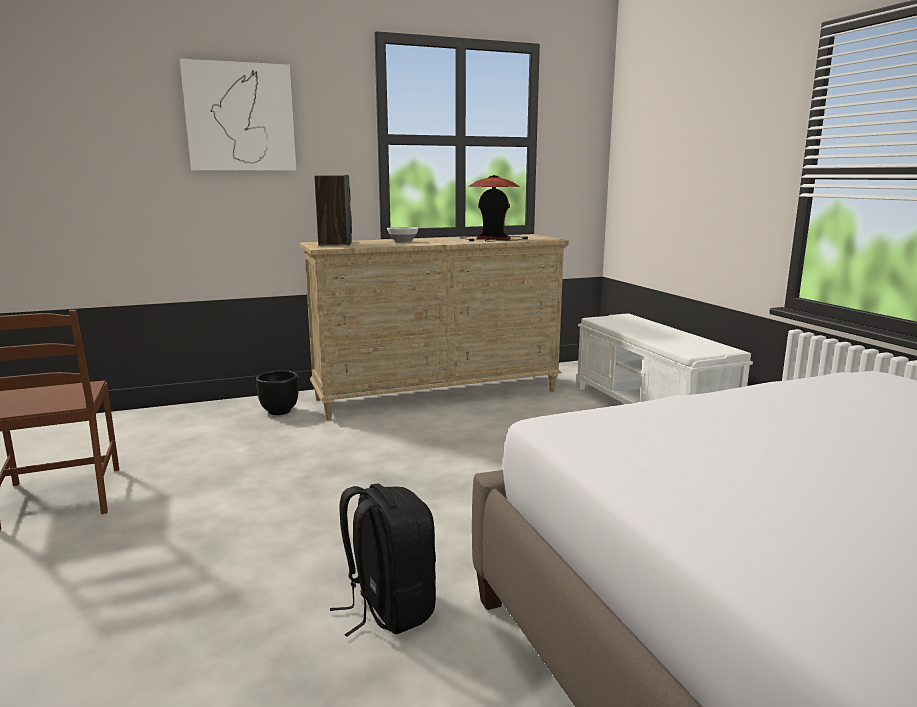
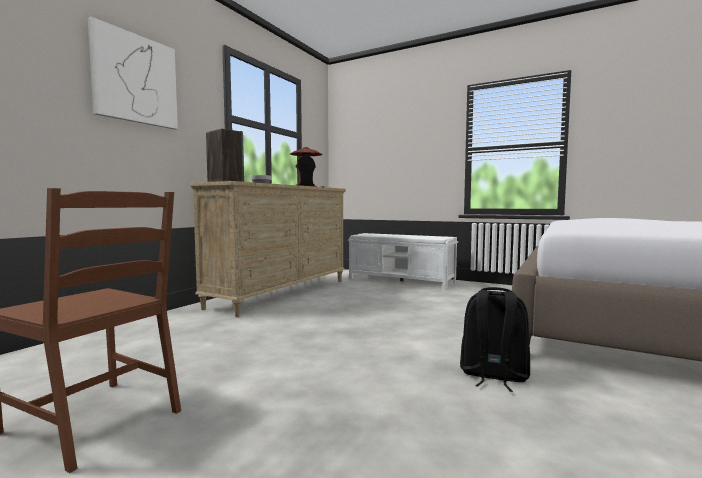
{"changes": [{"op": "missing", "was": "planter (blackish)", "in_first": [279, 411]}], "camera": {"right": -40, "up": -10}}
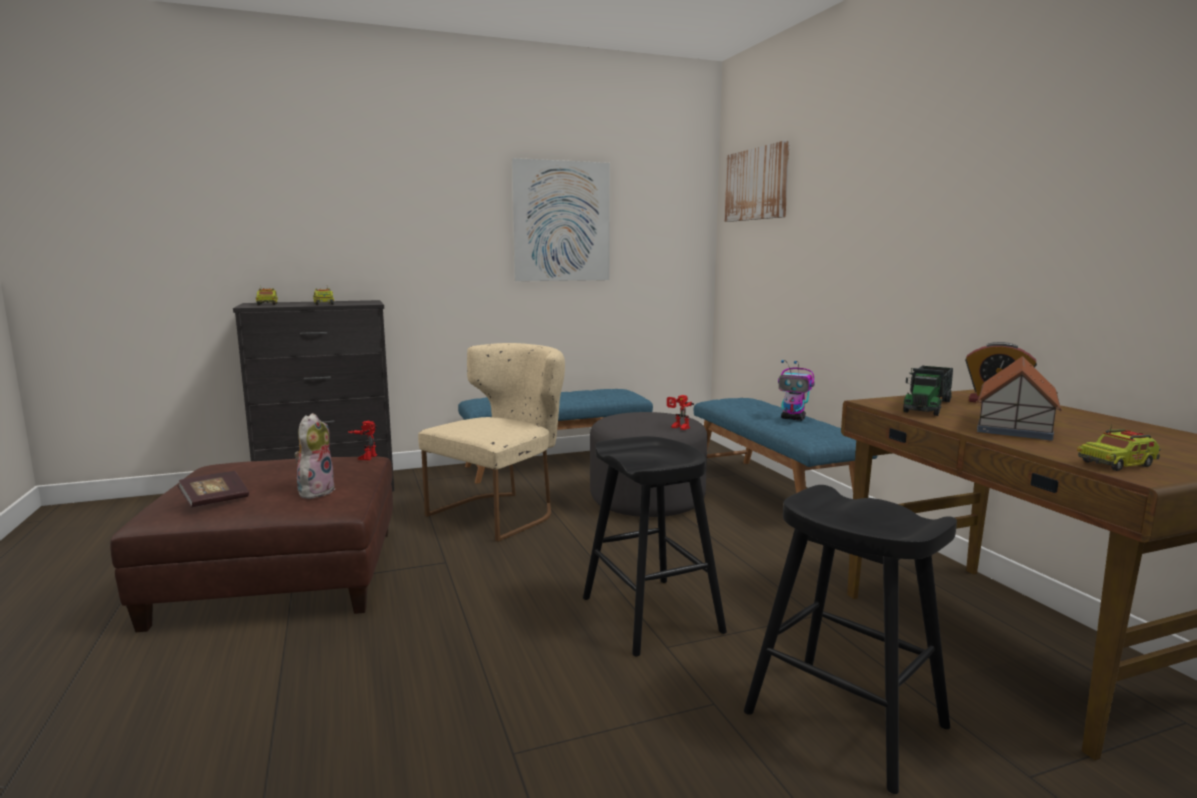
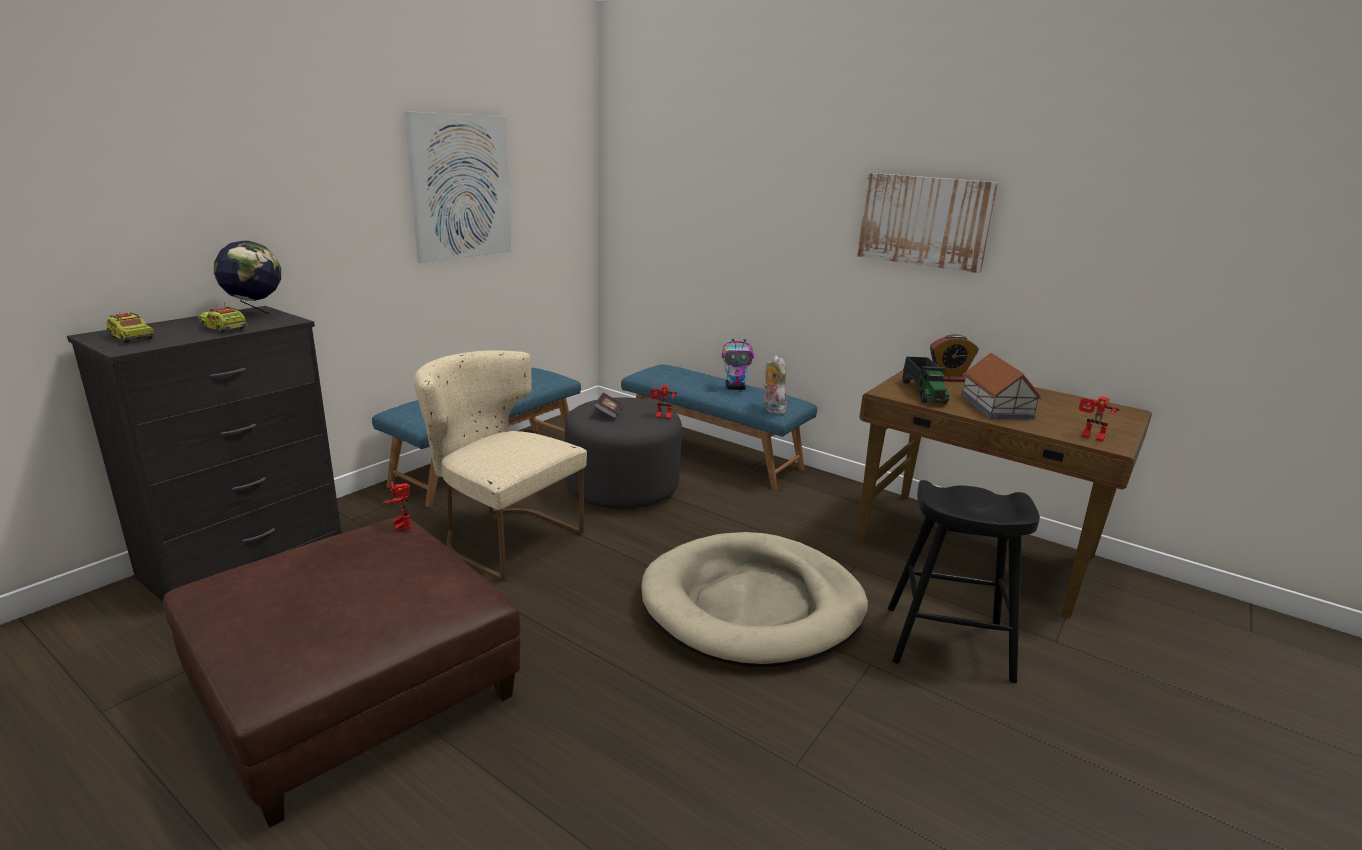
{"changes": [{"op": "relocated", "was": "wall art", "in_first": [757, 184], "in_second": [924, 221]}, {"op": "spun", "was": "plain chair (sand-coloured)", "in_first": [502, 512], "in_second": [502, 536], "clockwise": -60}, {"op": "relocated", "was": "plush toy", "in_first": [315, 491], "in_second": [771, 409]}, {"op": "exchanged", "was": "toy truck", "now": "toy robot", "in_first": [1117, 464], "in_second": [1090, 437]}, {"op": "exchanged", "was": "stool (blackish)", "now": "pet bed (sand-coloured)", "in_first": [651, 614], "in_second": [753, 605]}, {"op": "relocated", "was": "book", "in_first": [215, 500], "in_second": [608, 413]}, {"op": "appeared", "now": "desk globe", "in_second": [256, 315]}], "camera": {"right": -35, "up": 10}}
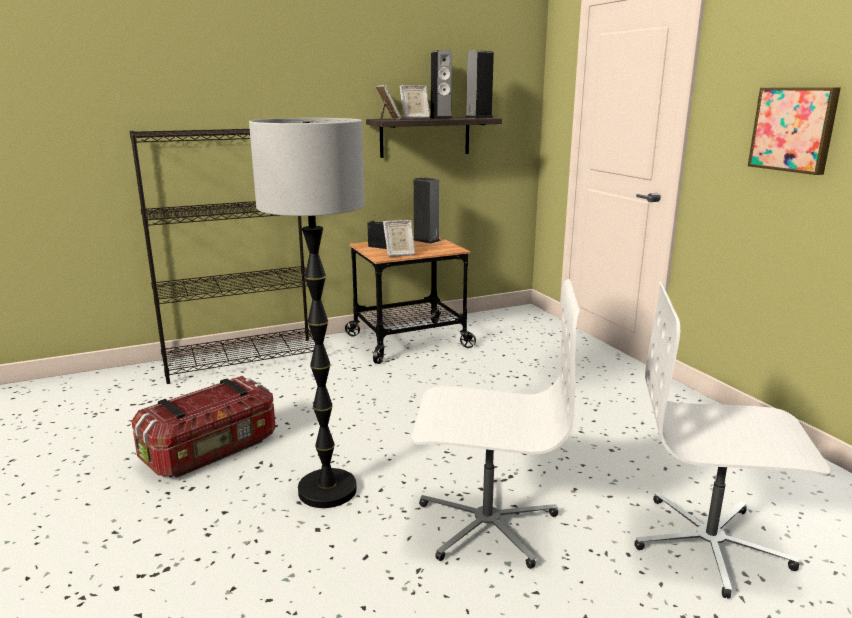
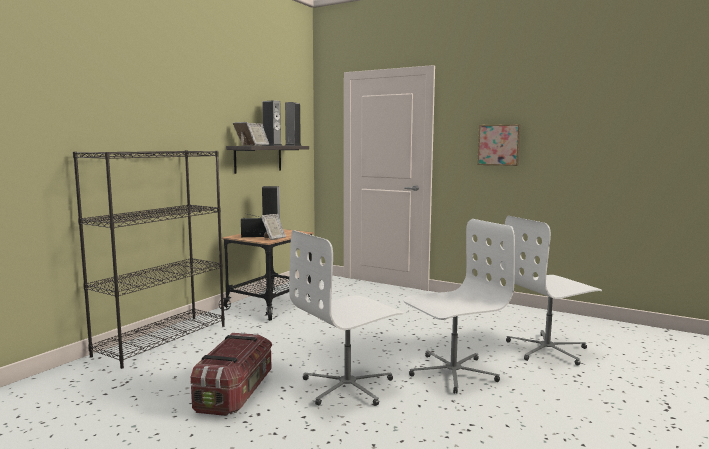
{"changes": [{"op": "exchanged", "was": "standing lamp", "now": "office chair (whitish)", "in_first": [327, 490], "in_second": [348, 386]}], "camera": {"right": -35, "up": -10}}
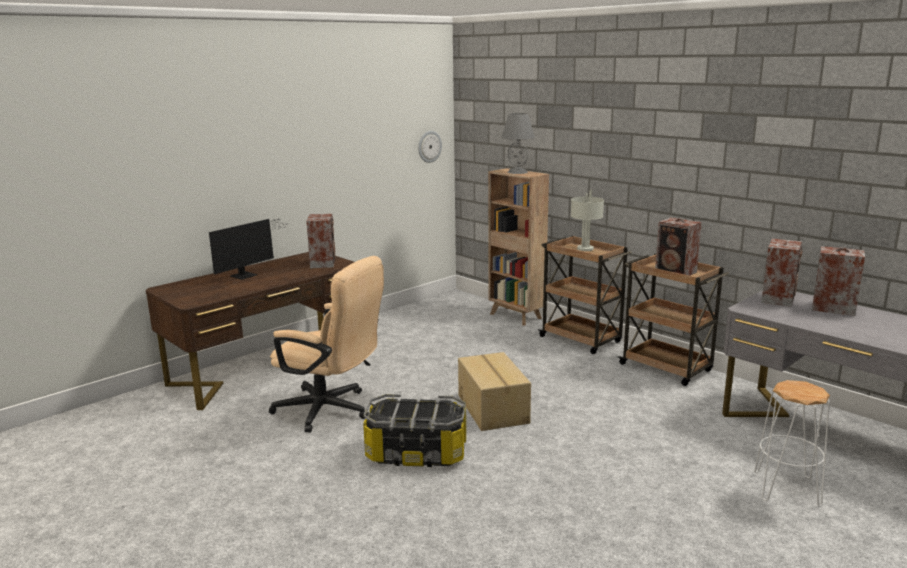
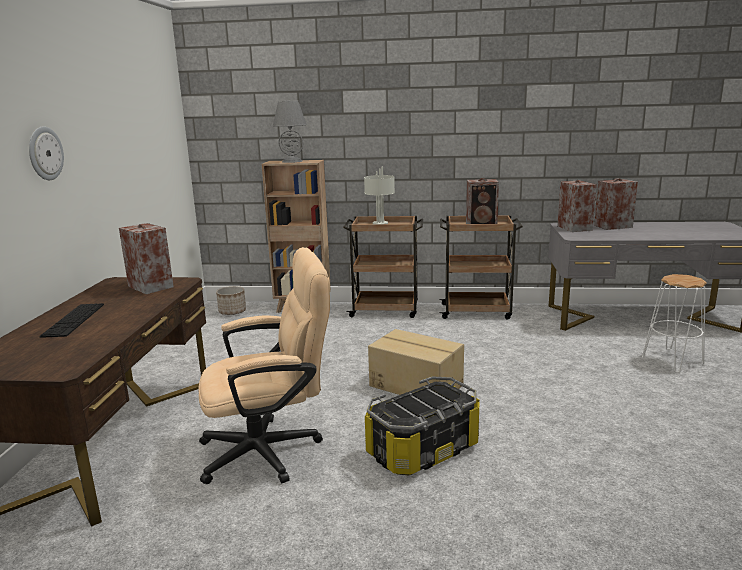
{"changes": [{"op": "relocated", "was": "wall clock", "in_first": [429, 146], "in_second": [45, 153]}, {"op": "exchanged", "was": "computer screen", "now": "keyboard", "in_first": [247, 275], "in_second": [74, 320]}, {"op": "appeared", "now": "planter", "in_second": [232, 312]}], "camera": {"right": -40, "up": 0}}
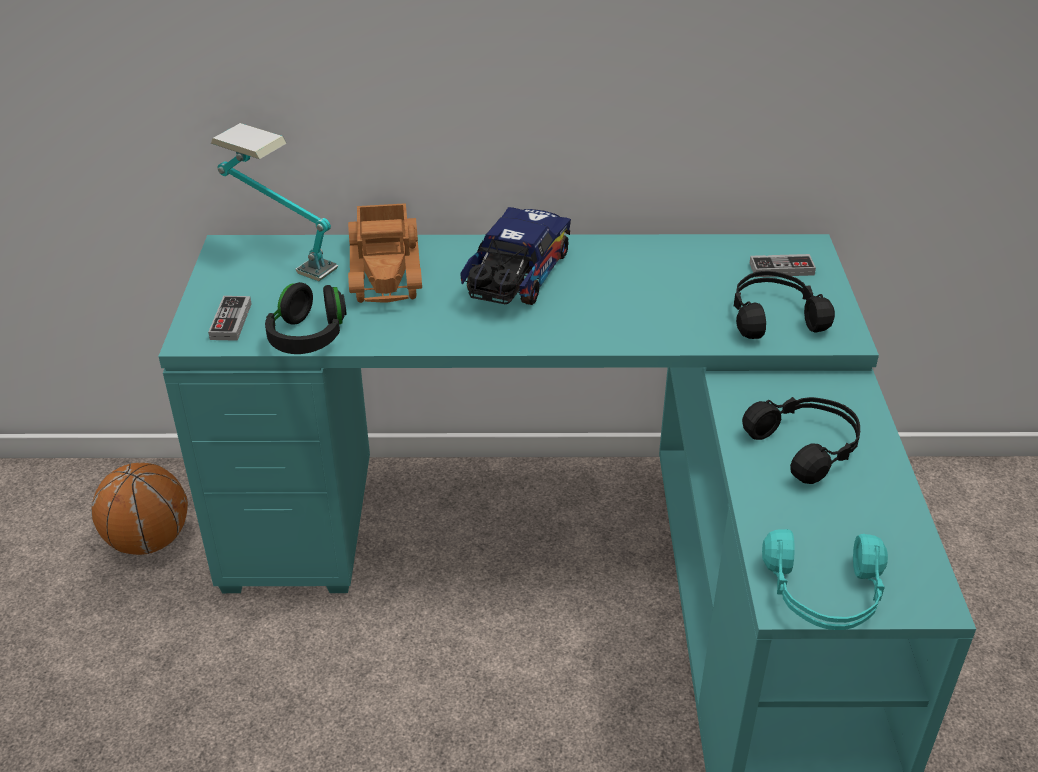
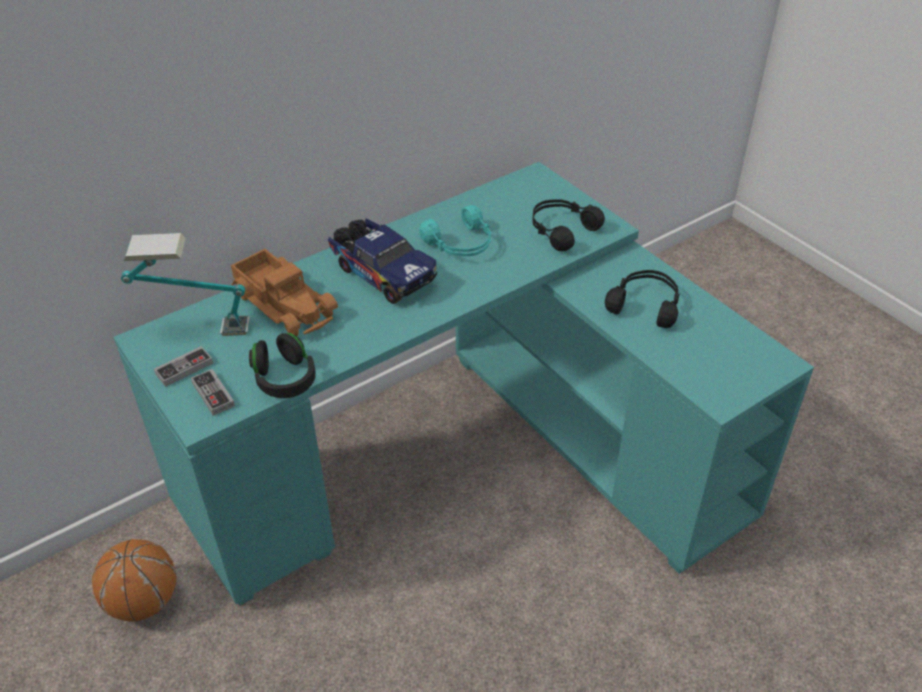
{"changes": [{"op": "spun", "was": "toy truck", "in_first": [515, 279], "in_second": [382, 273], "clockwise": 150}, {"op": "relocated", "was": "game controller", "in_first": [781, 269], "in_second": [184, 368]}, {"op": "relocated", "was": "pair of headphones (blue-green)", "in_first": [824, 595], "in_second": [461, 244]}], "camera": {"right": -35, "up": 5}}
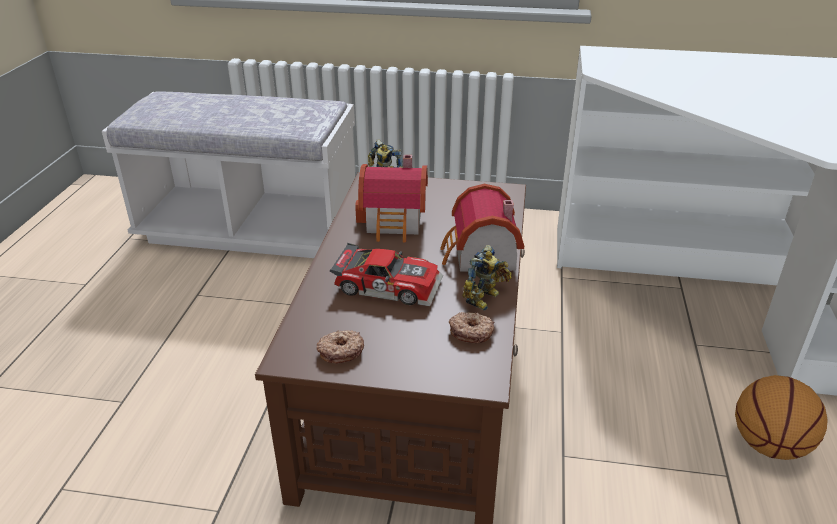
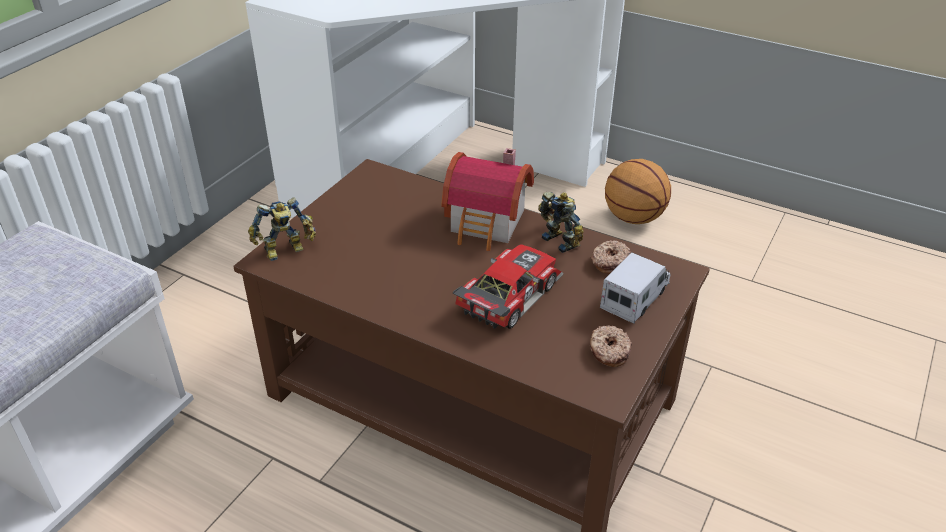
{"changes": [{"op": "missing", "was": "miniature house", "in_first": [396, 222]}, {"op": "appeared", "now": "toy truck", "in_second": [635, 298]}], "camera": {"right": -70, "up": 5}}
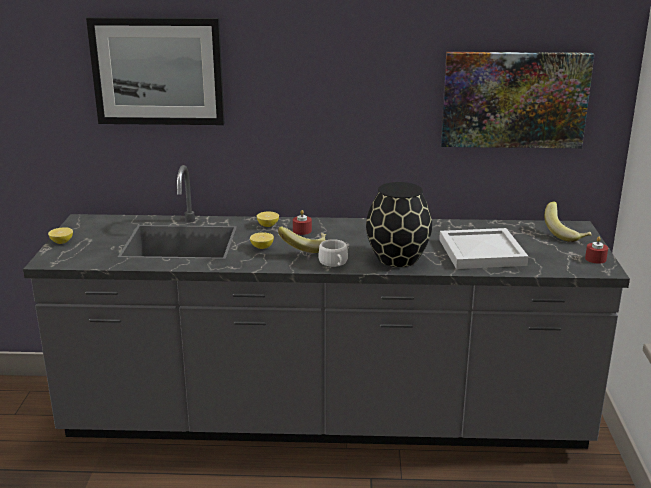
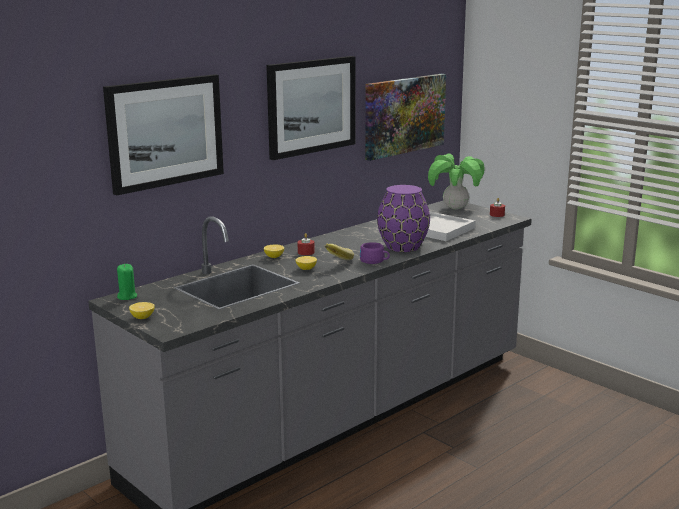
{"changes": [{"op": "colour", "was": "vase (blackish)", "now": "vase (purplish)", "in_first": [398, 259], "in_second": [403, 247]}, {"op": "exchanged", "was": "whole banana", "now": "potted plant", "in_first": [566, 234], "in_second": [455, 208]}, {"op": "colour", "was": "small cup (whitish)", "now": "small cup (purplish)", "in_first": [334, 263], "in_second": [375, 261]}, {"op": "appeared", "now": "wall art", "in_second": [311, 106]}, {"op": "appeared", "now": "candle (green)", "in_second": [127, 296]}], "camera": {"right": -45, "up": -5}}
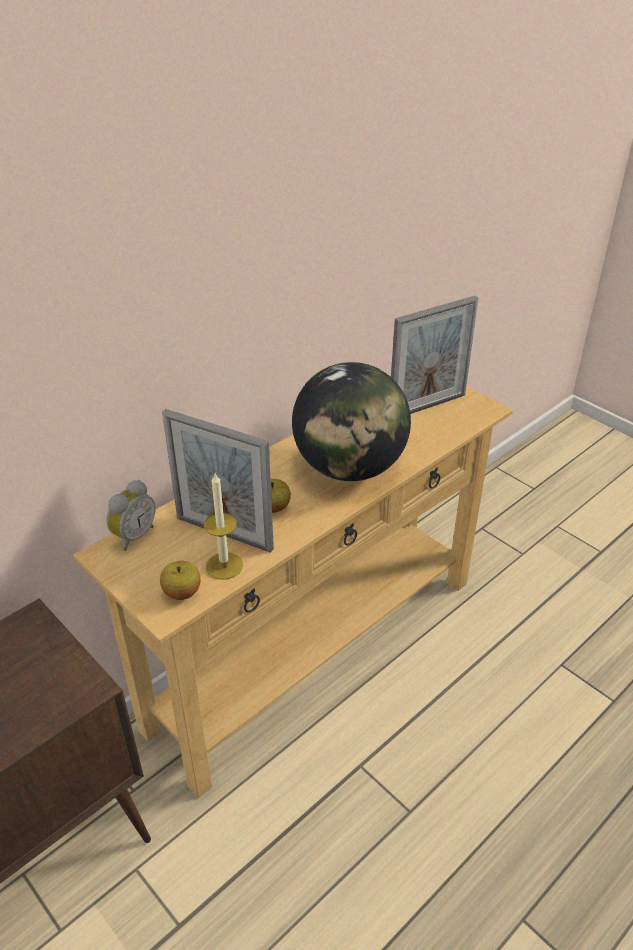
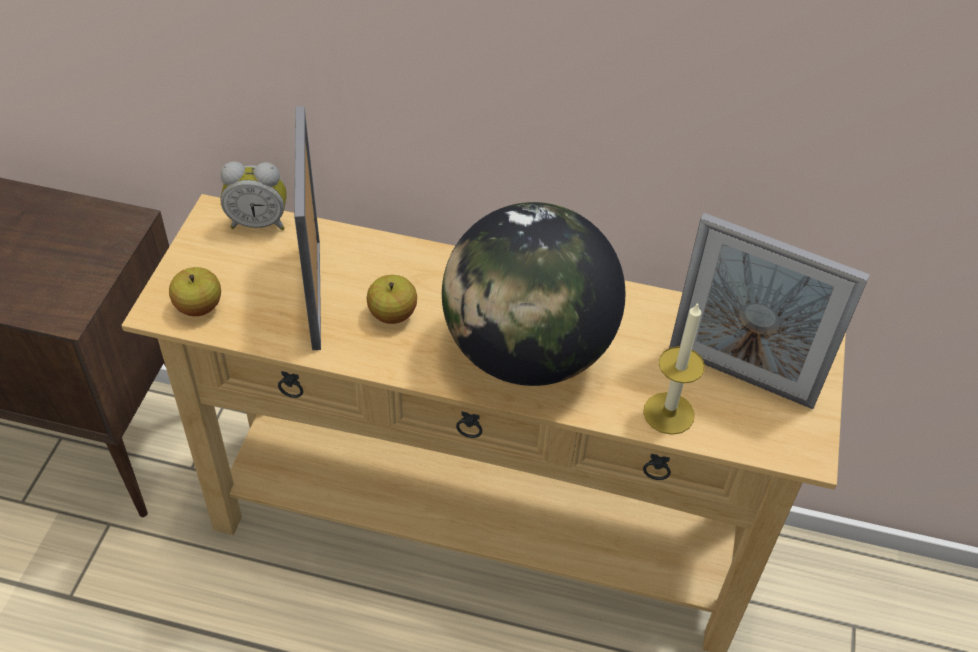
{"changes": [{"op": "relocated", "was": "candle", "in_first": [224, 566], "in_second": [668, 413]}], "camera": {"right": 55, "up": 10}}
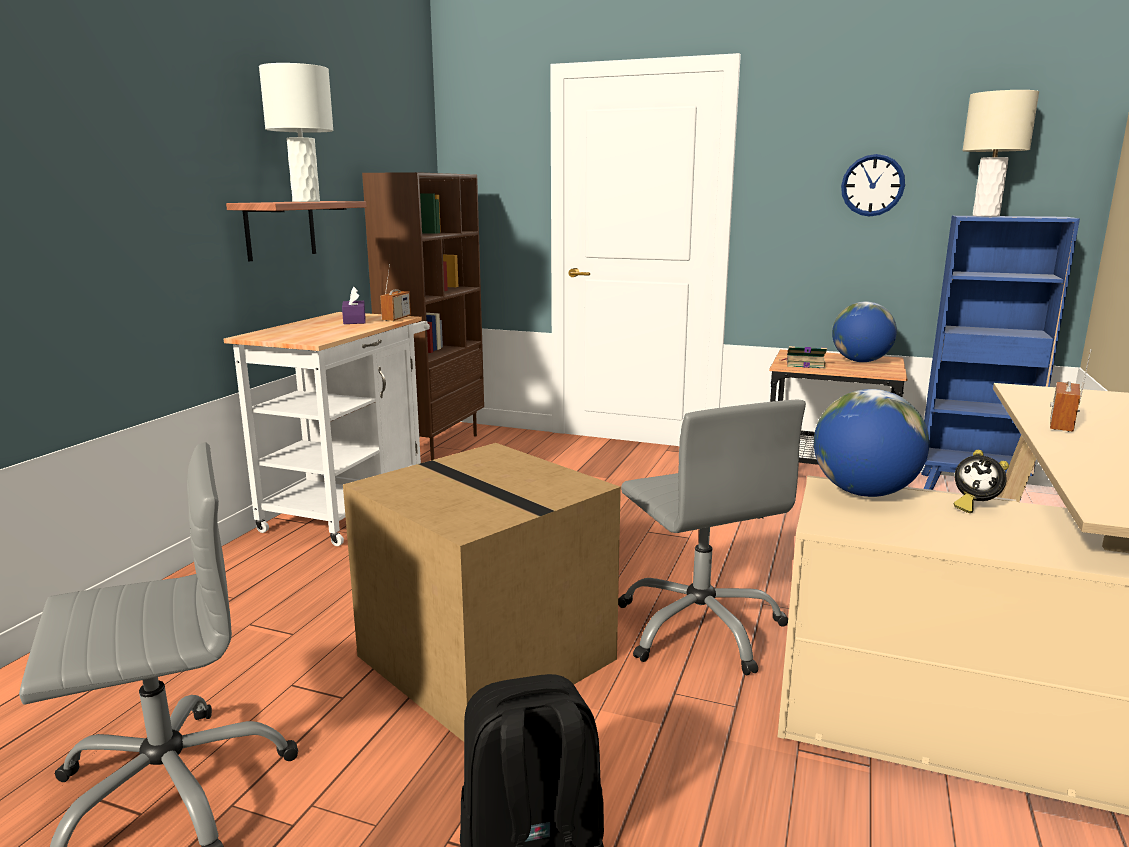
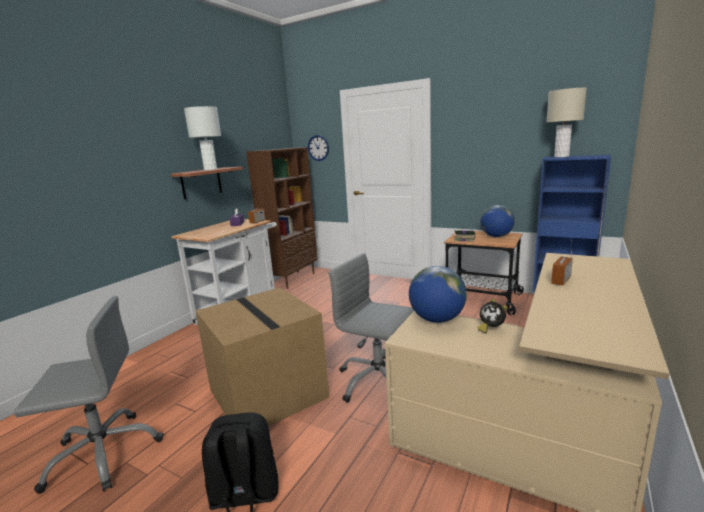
{"changes": [{"op": "relocated", "was": "wall clock", "in_first": [872, 185], "in_second": [318, 148]}, {"op": "spun", "was": "office chair (gray)", "in_first": [700, 627], "in_second": [378, 381], "clockwise": 135}], "camera": {"right": 10, "up": 0}}
